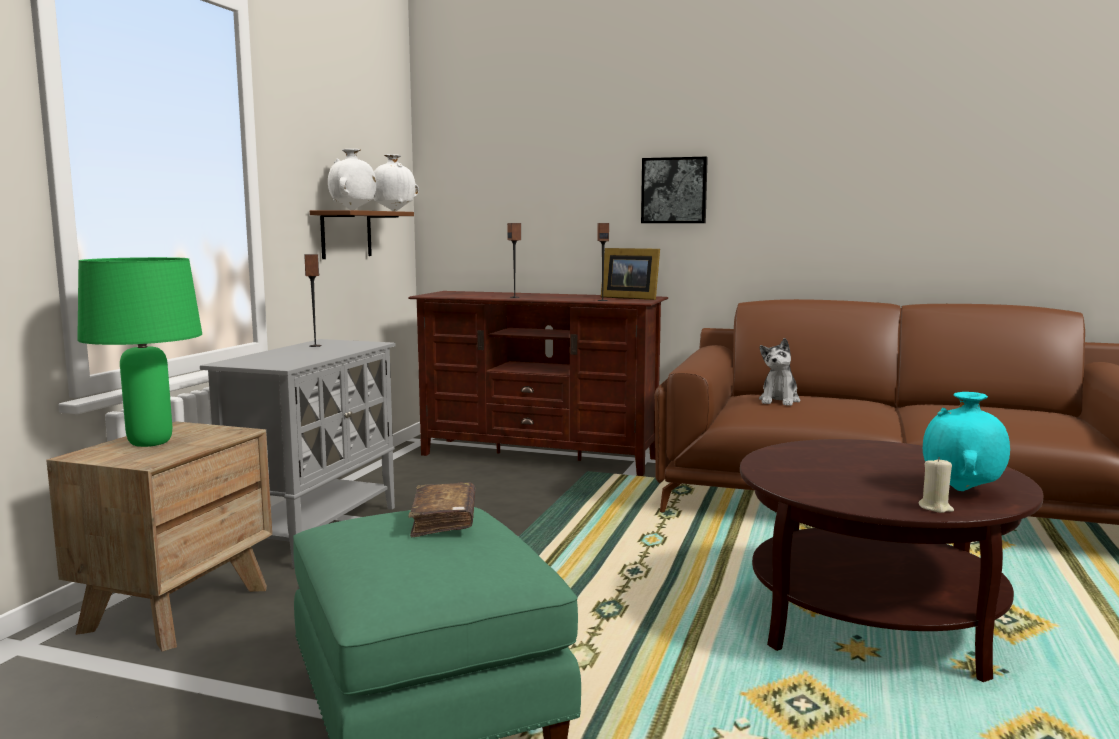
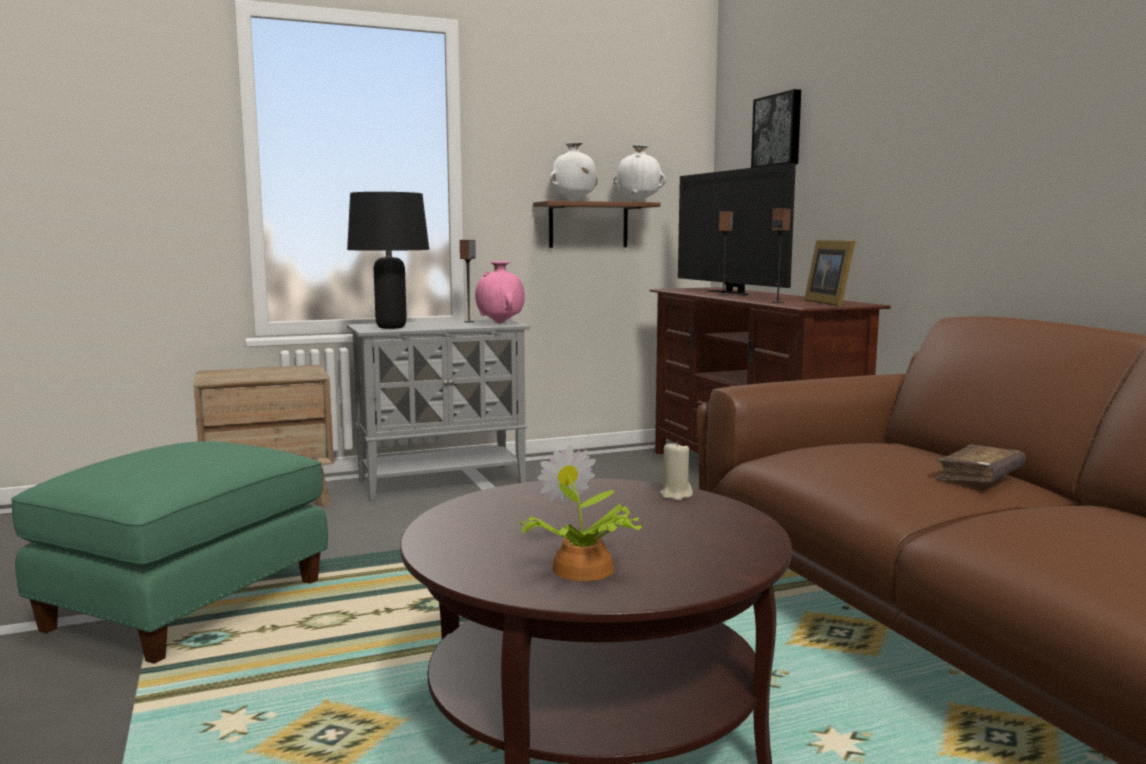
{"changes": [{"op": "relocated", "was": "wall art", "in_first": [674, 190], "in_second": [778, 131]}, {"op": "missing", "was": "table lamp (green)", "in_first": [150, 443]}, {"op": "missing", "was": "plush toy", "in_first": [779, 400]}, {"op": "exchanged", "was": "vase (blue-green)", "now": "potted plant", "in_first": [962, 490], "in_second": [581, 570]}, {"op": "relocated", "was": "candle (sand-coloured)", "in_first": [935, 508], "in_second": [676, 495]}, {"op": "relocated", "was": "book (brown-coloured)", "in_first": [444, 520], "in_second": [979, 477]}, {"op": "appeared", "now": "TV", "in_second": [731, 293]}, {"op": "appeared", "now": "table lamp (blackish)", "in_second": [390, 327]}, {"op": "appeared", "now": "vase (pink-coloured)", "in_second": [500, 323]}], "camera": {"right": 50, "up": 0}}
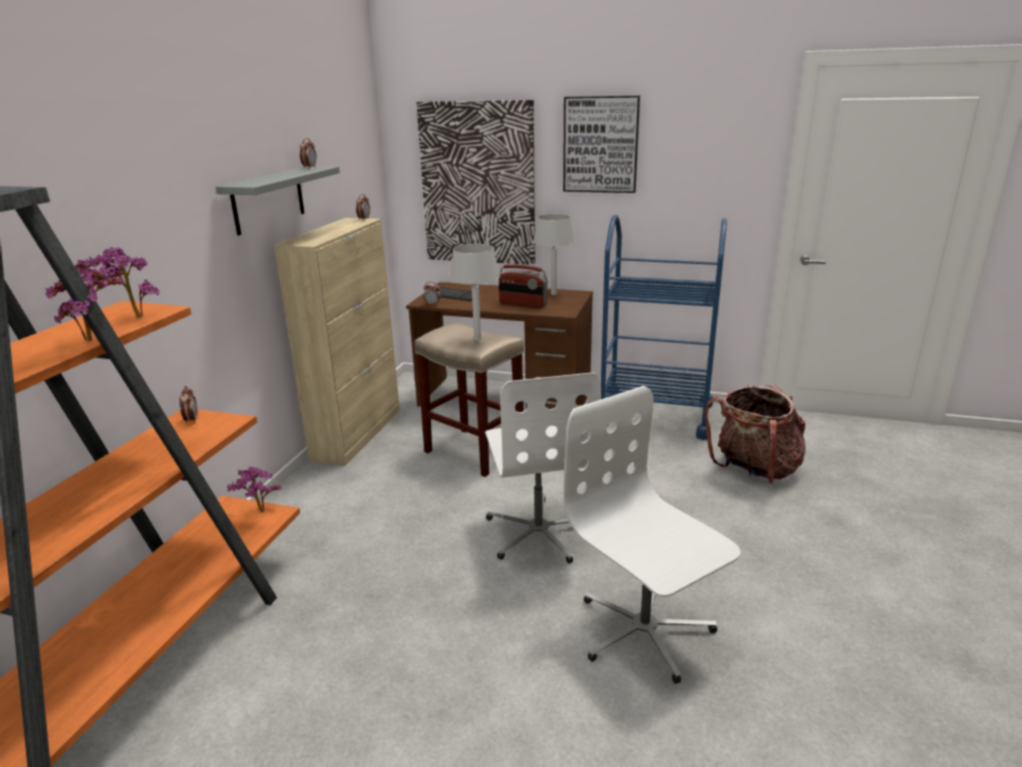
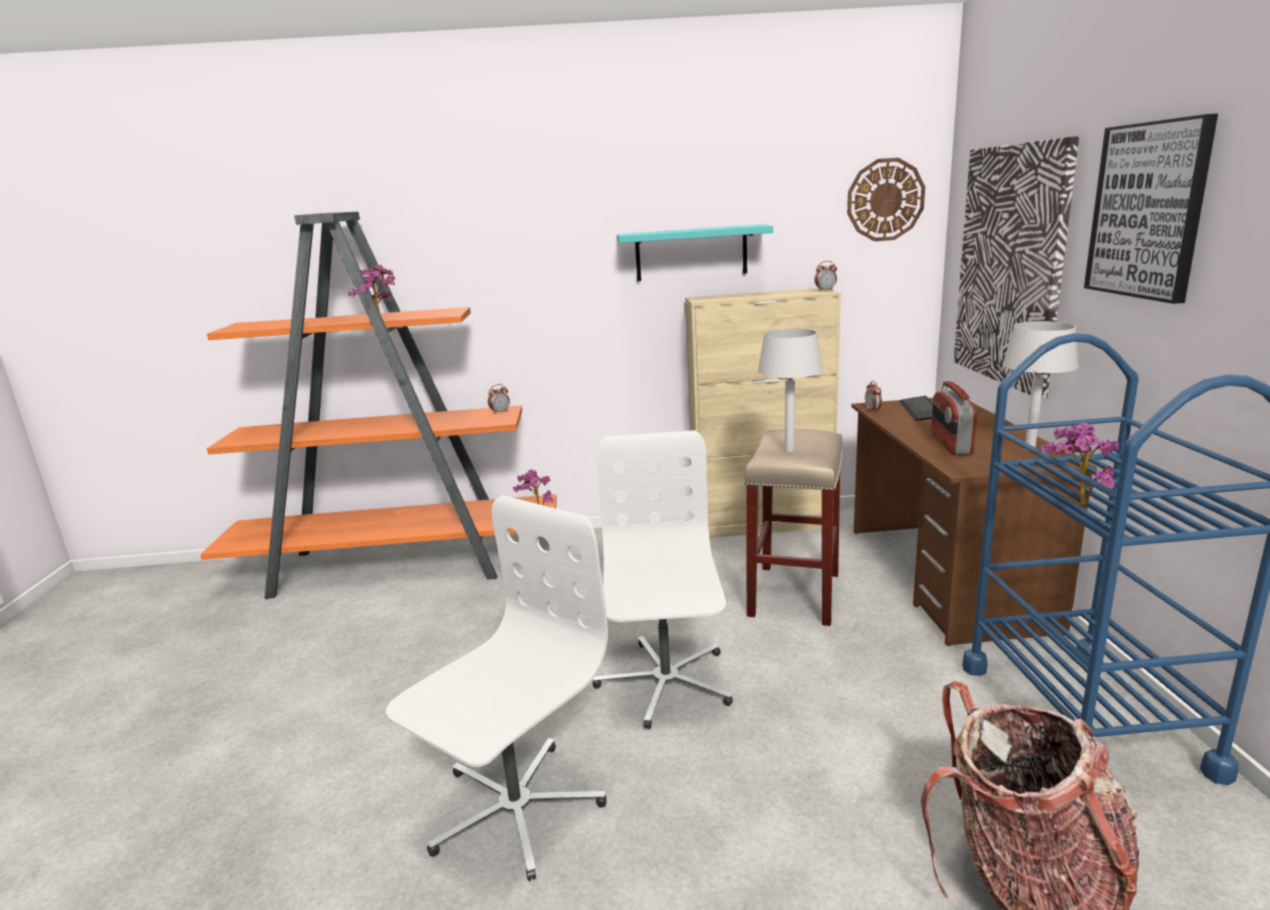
{"changes": [{"op": "missing", "was": "bedside clock", "in_first": [309, 167]}, {"op": "colour", "was": "bracket shelf (gray)", "now": "bracket shelf (blue-green)", "in_first": [268, 199], "in_second": [691, 253]}, {"op": "relocated", "was": "potted plant", "in_first": [133, 318], "in_second": [1076, 502]}, {"op": "spun", "was": "office chair (whitish)", "in_first": [539, 531], "in_second": [665, 682], "clockwise": 120}, {"op": "appeared", "now": "wall clock", "in_second": [885, 200]}], "camera": {"right": 70, "up": -5}}
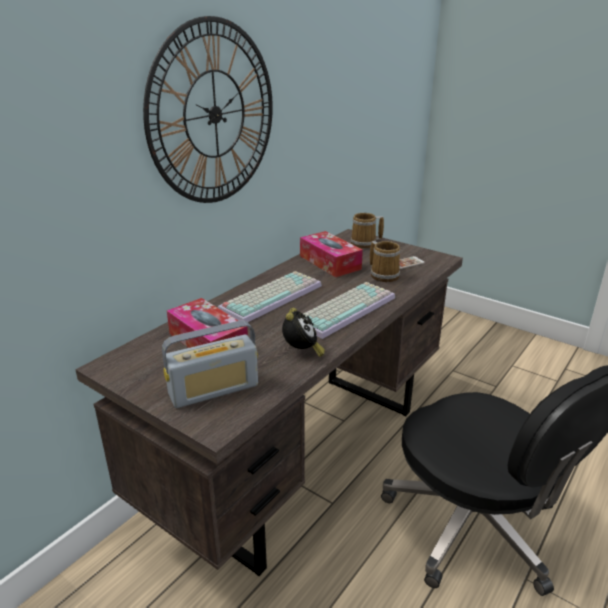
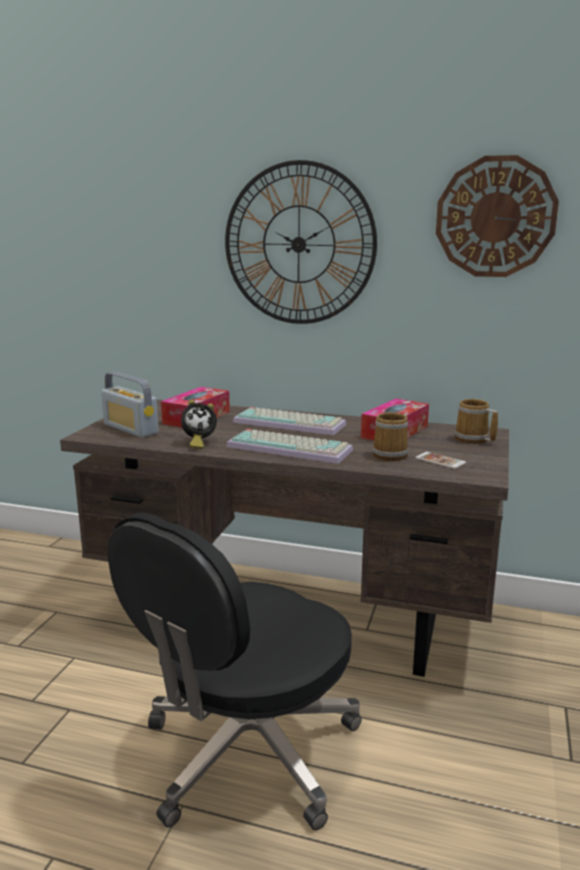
{"changes": [{"op": "appeared", "now": "wall clock", "in_second": [495, 217]}], "camera": {"right": 70, "up": -10}}
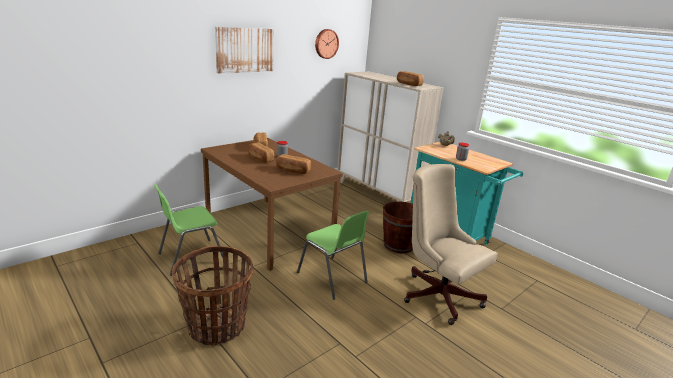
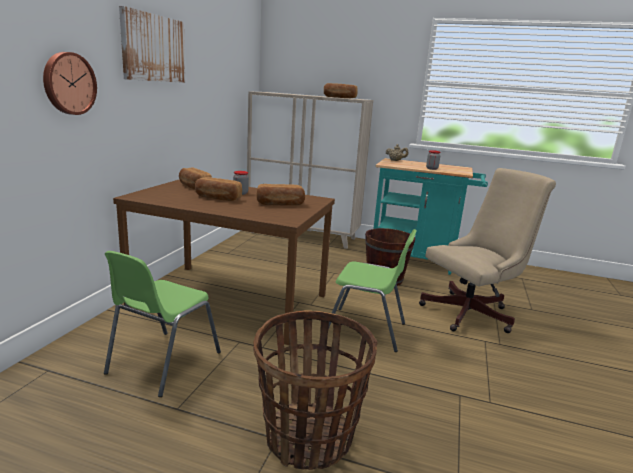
{"changes": [{"op": "relocated", "was": "wall clock", "in_first": [326, 43], "in_second": [68, 83]}, {"op": "spun", "was": "office chair (sand-coloured)", "in_first": [437, 293], "in_second": [472, 313], "clockwise": 135}], "camera": {"right": -30, "up": -5}}
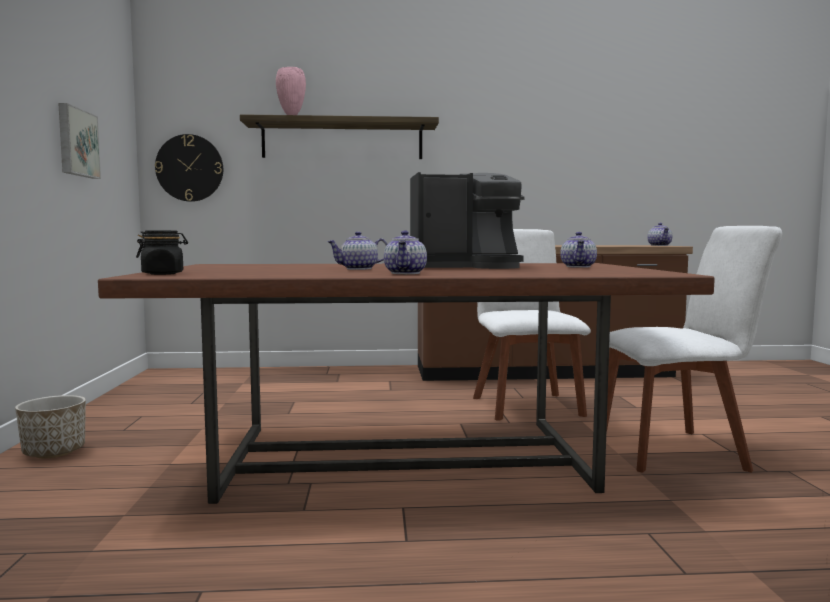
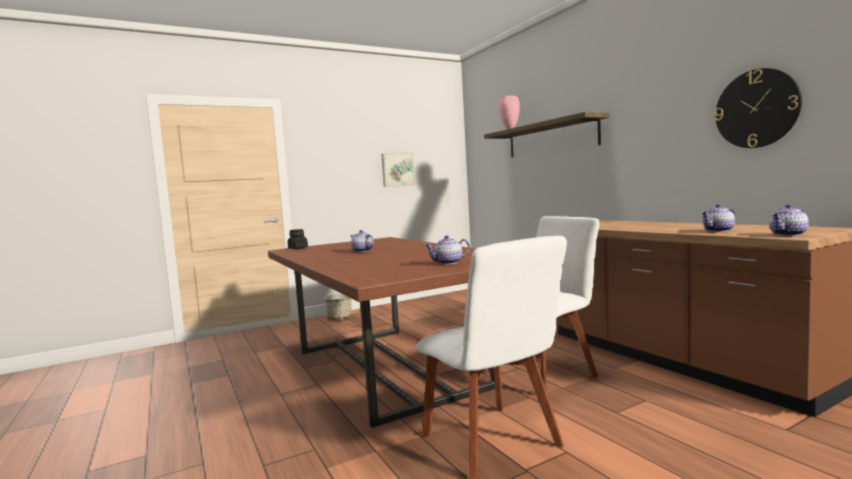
{"changes": [{"op": "relocated", "was": "wall clock", "in_first": [189, 168], "in_second": [756, 109]}, {"op": "missing", "was": "coffee brewer", "in_first": [466, 267]}, {"op": "relocated", "was": "teapot", "in_first": [406, 273], "in_second": [718, 231]}], "camera": {"right": 65, "up": 0}}
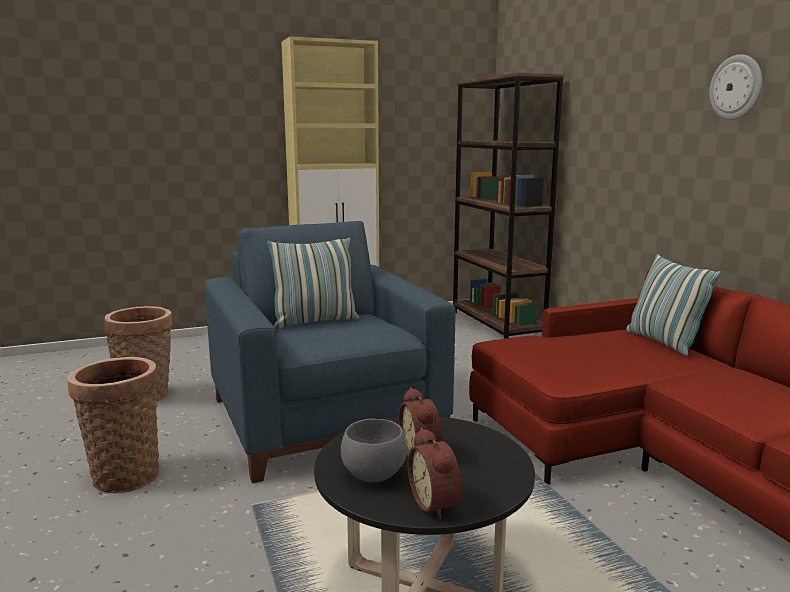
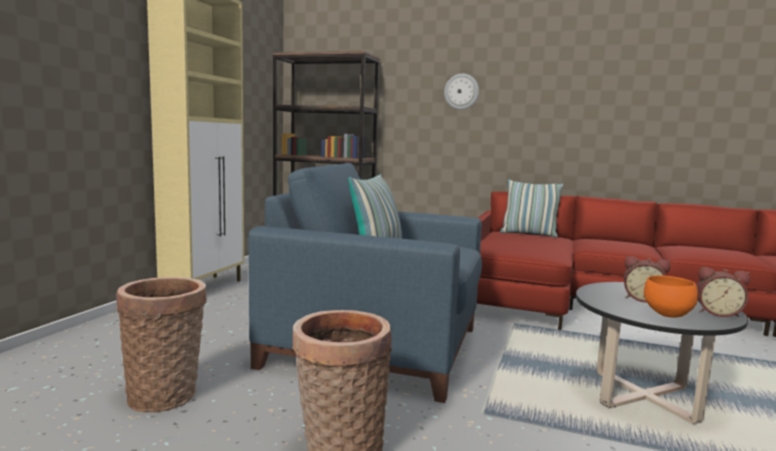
{"changes": [{"op": "relocated", "was": "wall clock", "in_first": [736, 87], "in_second": [461, 91]}, {"op": "colour", "was": "deep dish (gray)", "now": "deep dish (orangey)", "in_first": [372, 475], "in_second": [667, 314]}], "camera": {"right": -50, "up": -5}}
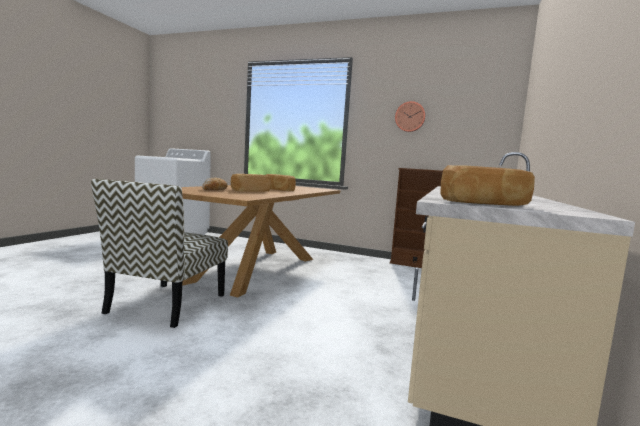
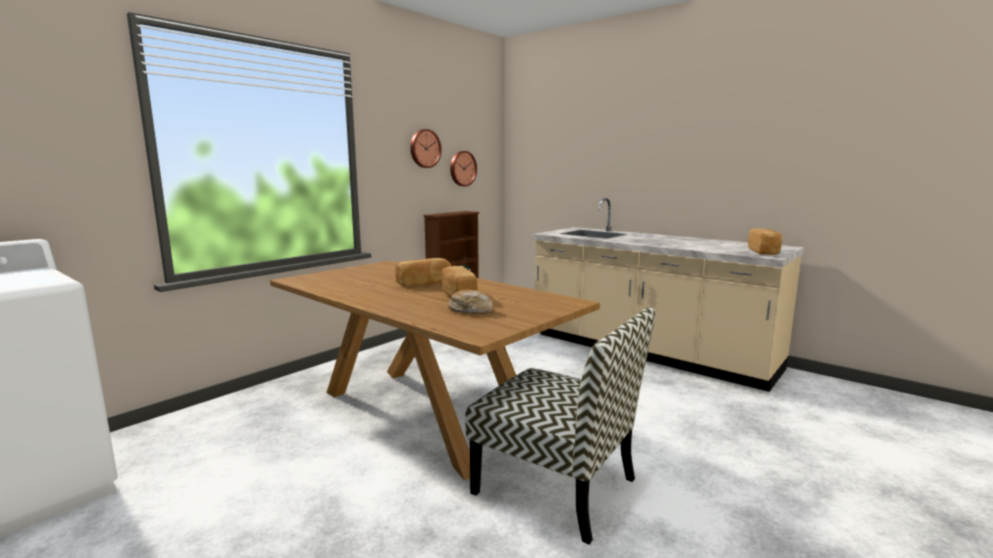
{"changes": [{"op": "appeared", "now": "wall clock", "in_second": [462, 168]}], "camera": {"right": -70, "up": 5}}
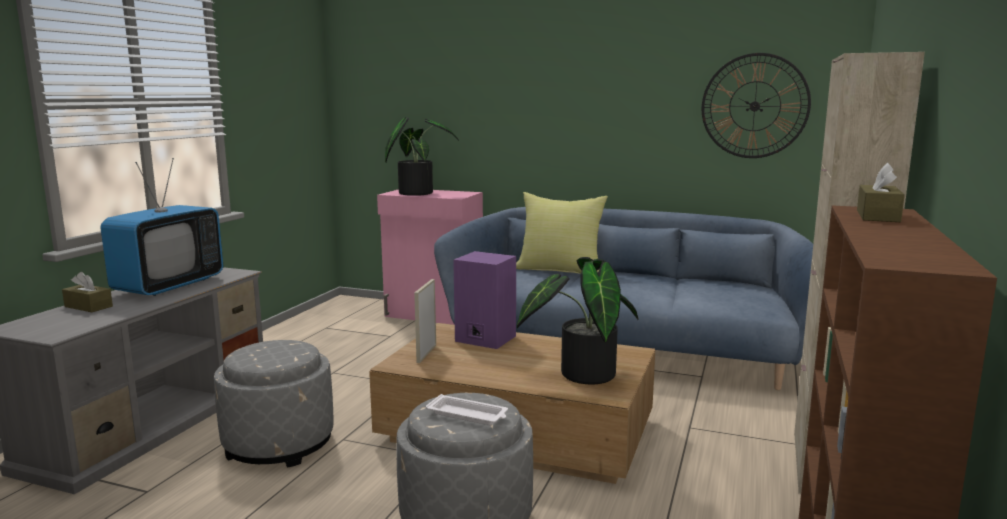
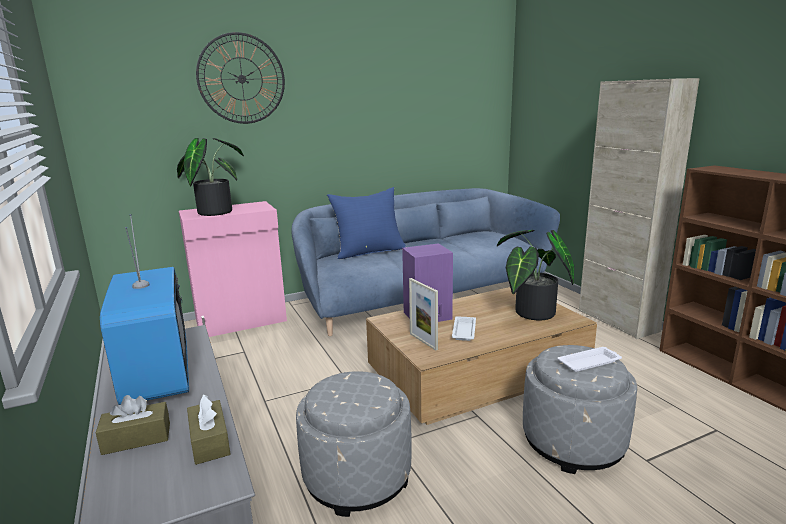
{"changes": [{"op": "relocated", "was": "wall clock", "in_first": [754, 106], "in_second": [241, 79]}, {"op": "relocated", "was": "box of tissues (brown-coloured)", "in_first": [877, 216], "in_second": [209, 441]}, {"op": "colour", "was": "throw pillow (yellowish)", "now": "throw pillow (bluish)", "in_first": [560, 270], "in_second": [369, 252]}, {"op": "appeared", "now": "carrying tray (whitish)", "in_second": [464, 331]}], "camera": {"right": -45, "up": 5}}
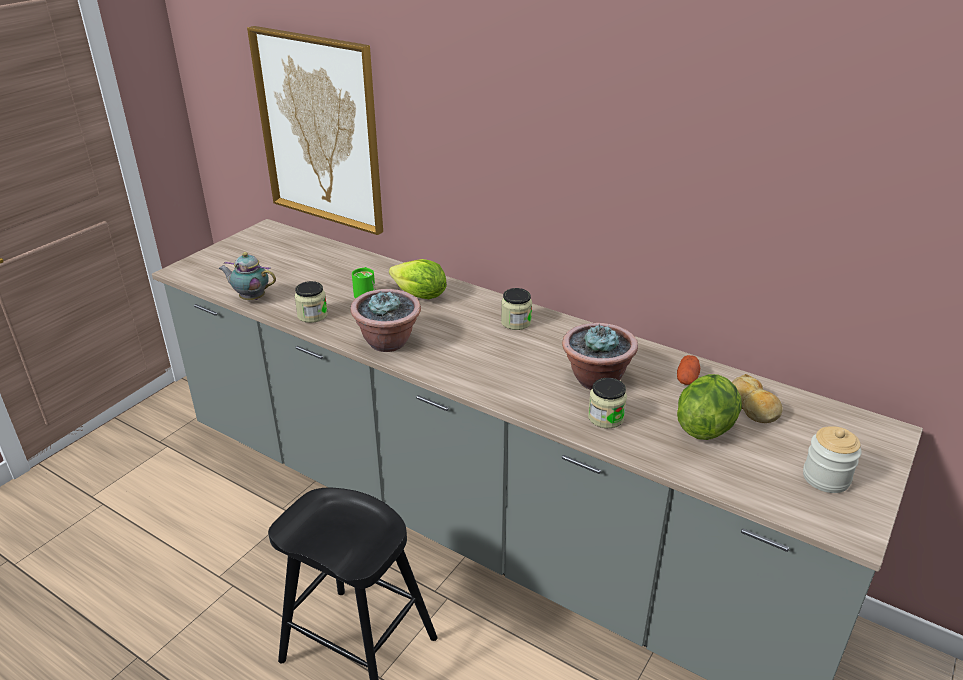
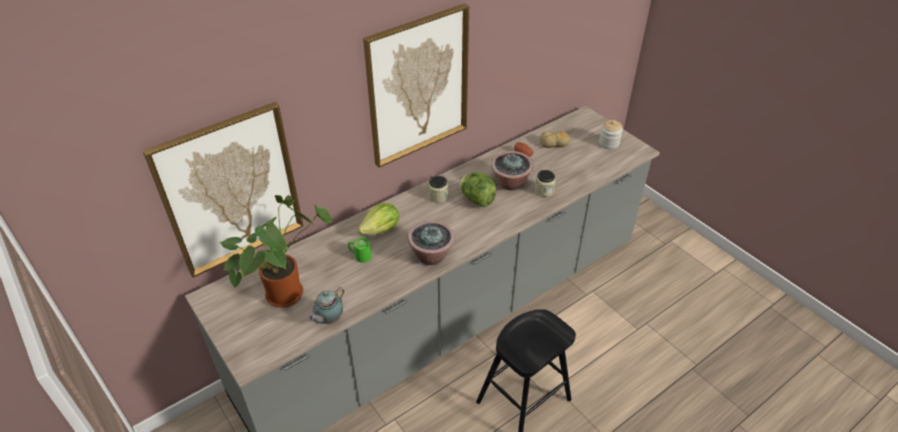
{"changes": [{"op": "missing", "was": "storage jar", "in_first": [312, 315]}, {"op": "relocated", "was": "head of lettuce", "in_first": [705, 427], "in_second": [477, 199]}, {"op": "appeared", "now": "wall art", "in_second": [418, 86]}, {"op": "appeared", "now": "potted plant", "in_second": [286, 291]}], "camera": {"right": -70, "up": 10}}
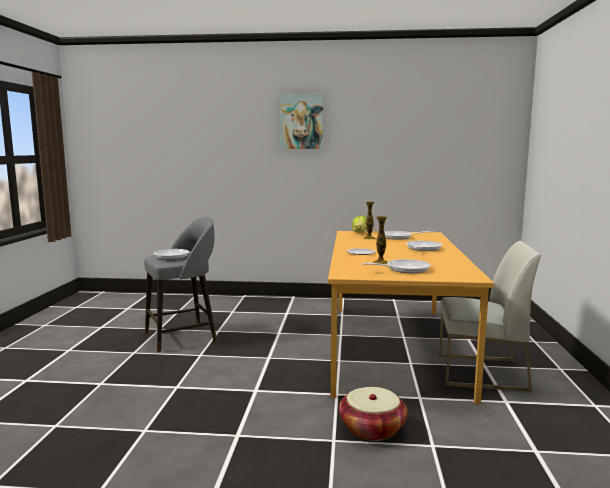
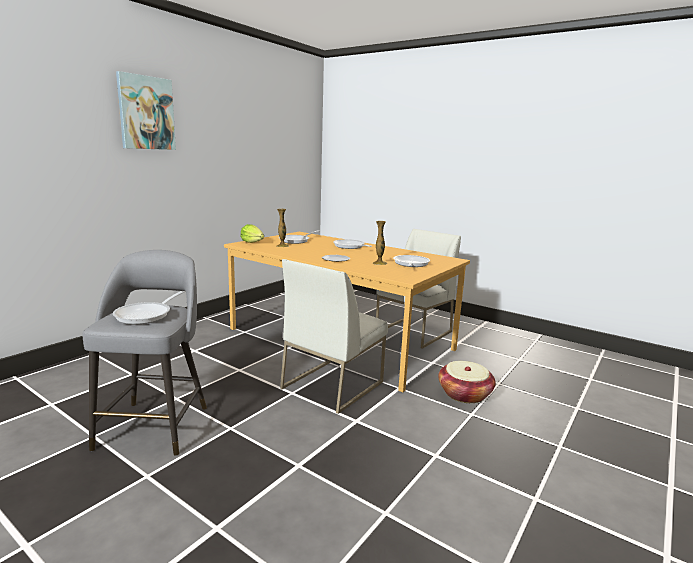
{"changes": [{"op": "appeared", "now": "plain chair (whitish)", "in_second": [332, 384]}], "camera": {"right": -60, "up": 5}}
